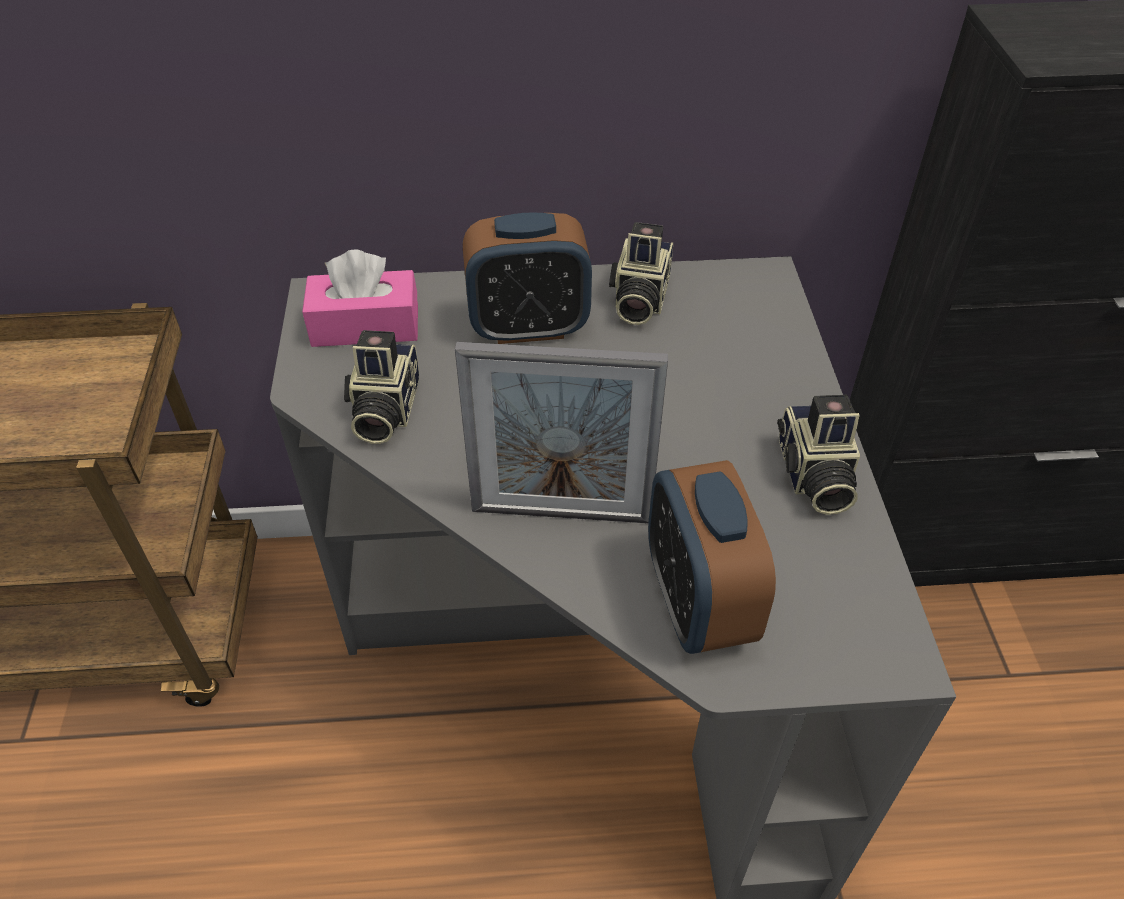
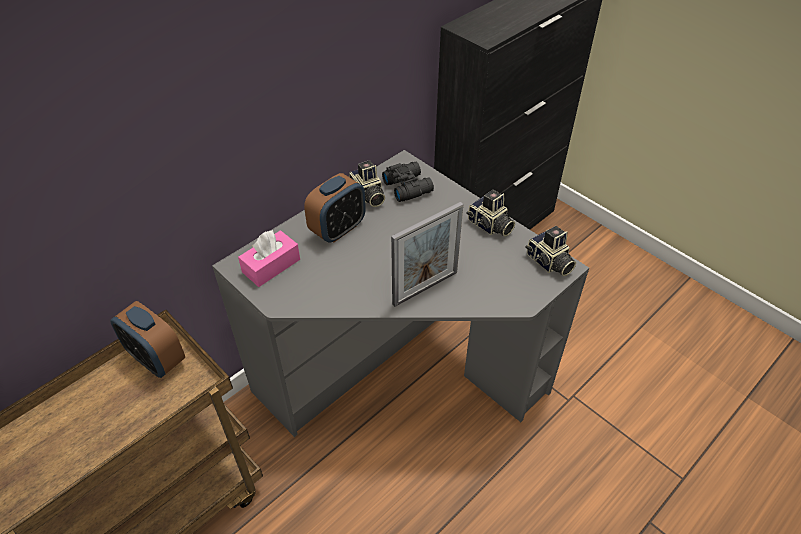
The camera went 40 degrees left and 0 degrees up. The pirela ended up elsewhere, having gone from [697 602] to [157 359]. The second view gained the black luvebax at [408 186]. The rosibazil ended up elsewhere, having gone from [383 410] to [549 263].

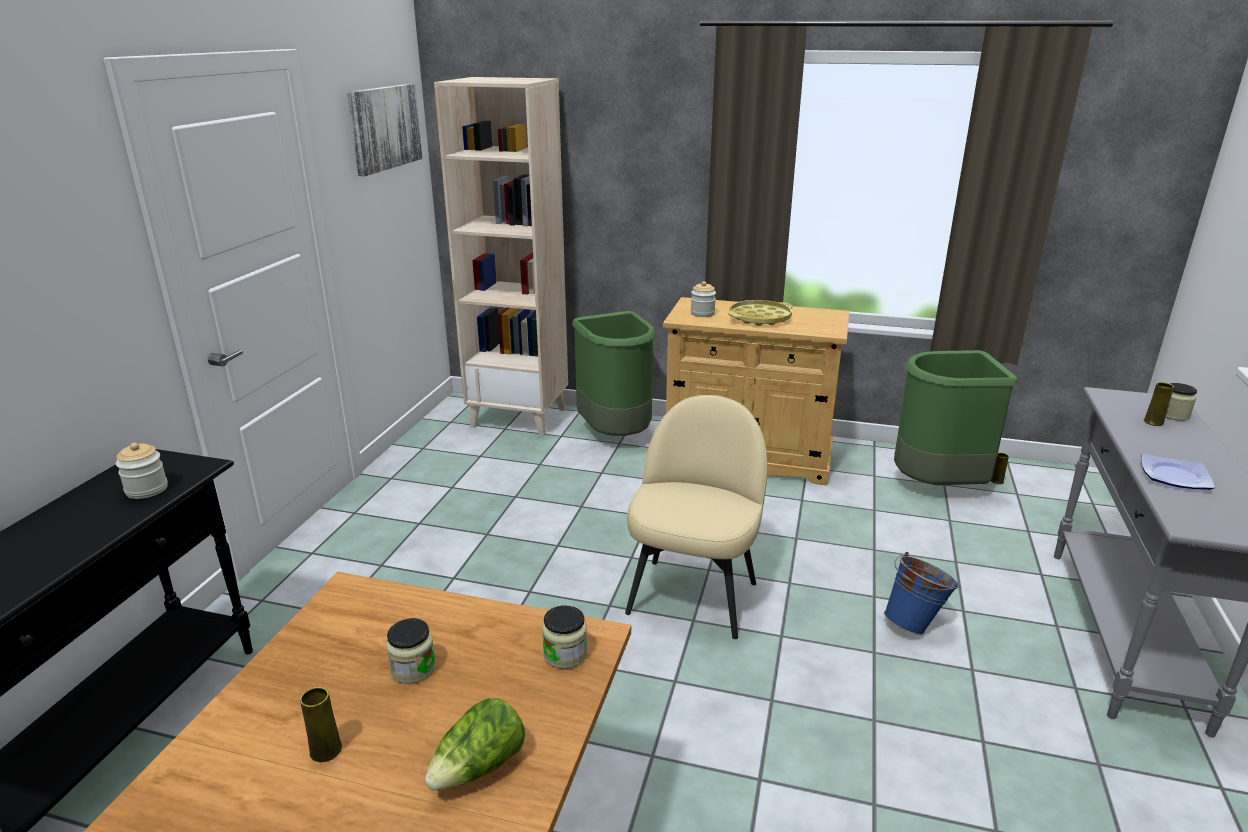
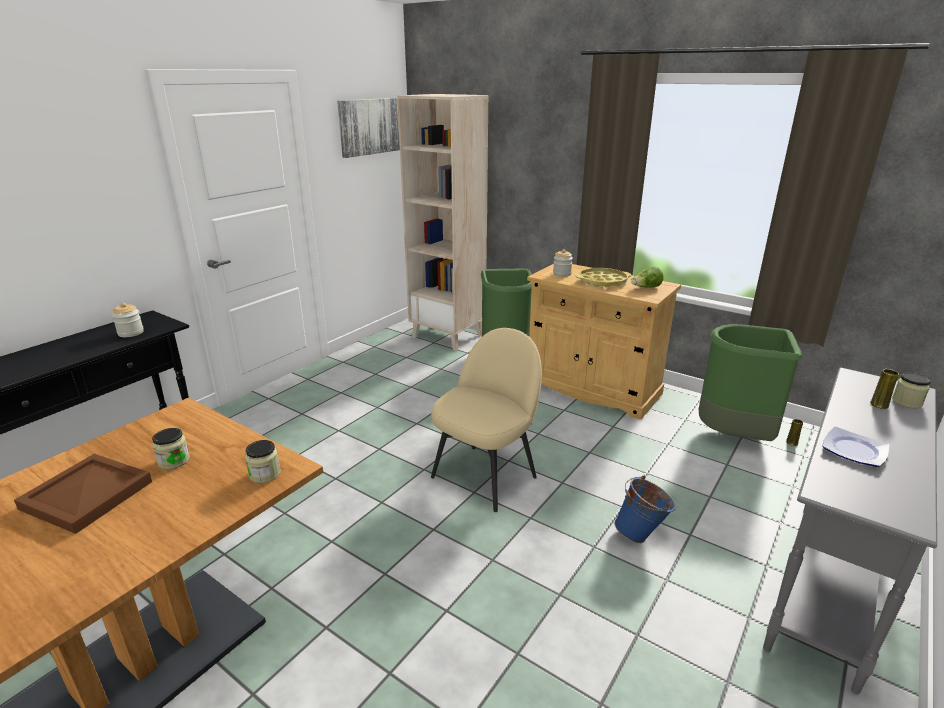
The camera went 20 degrees right and 0 degrees up. Where the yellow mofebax stood at [326 750], the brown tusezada came to stand at [87 494]. The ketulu ended up elsewhere, having gone from [479 767] to [646 288].

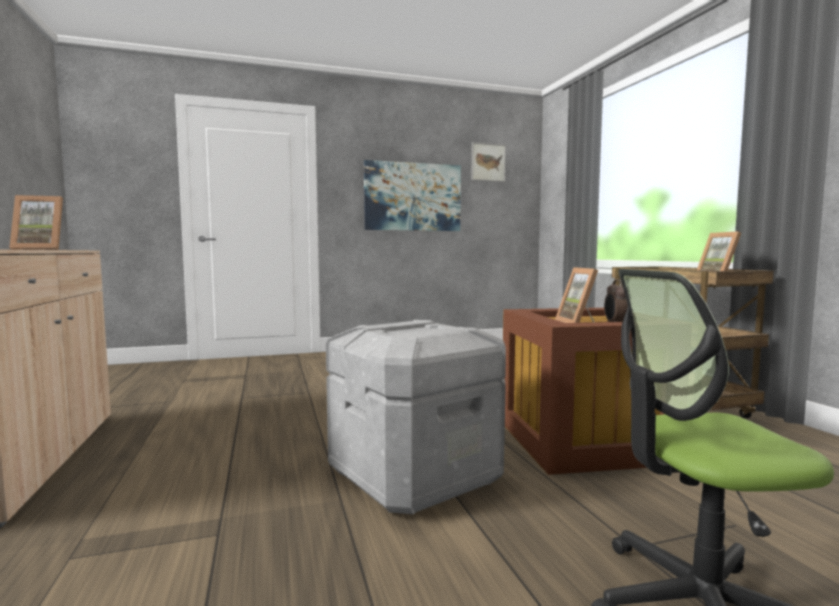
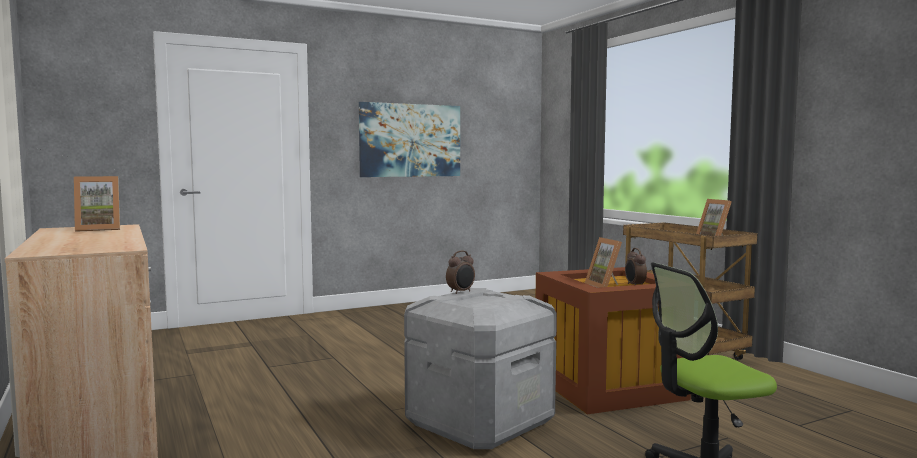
The camera went 10 degrees left and 0 degrees up. The second view gained the pirela at [461 292]. The second view lost the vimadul at [488 162].

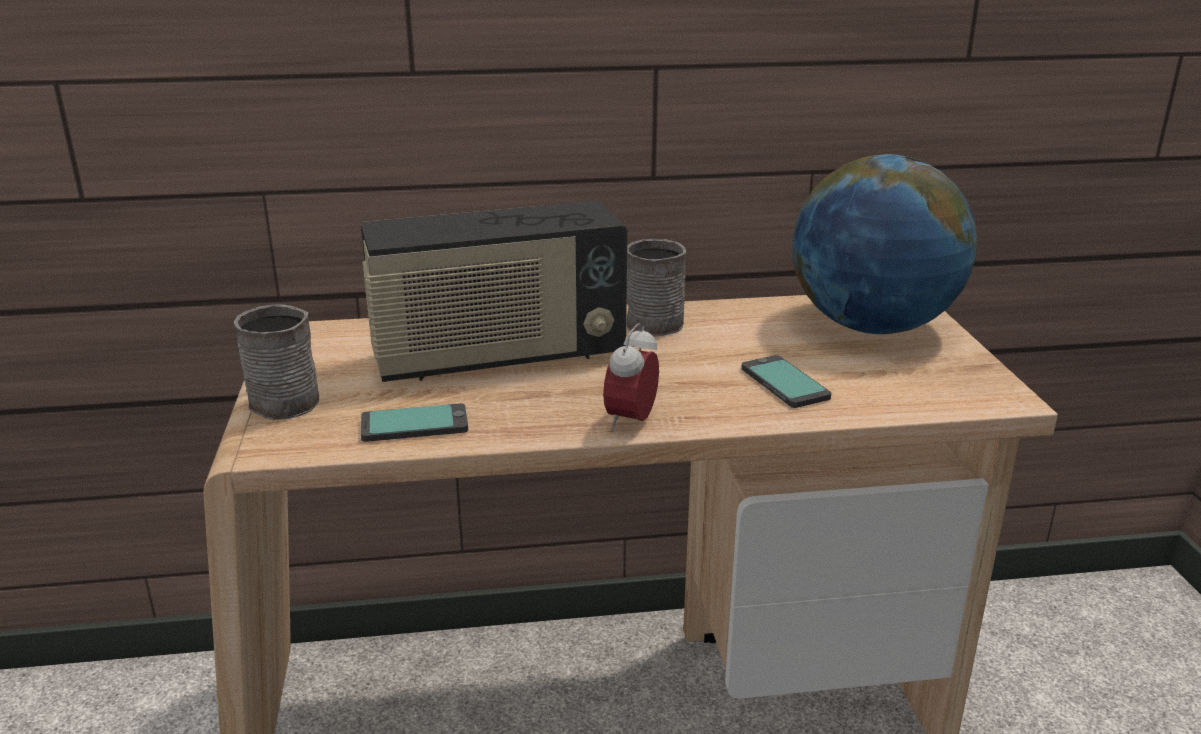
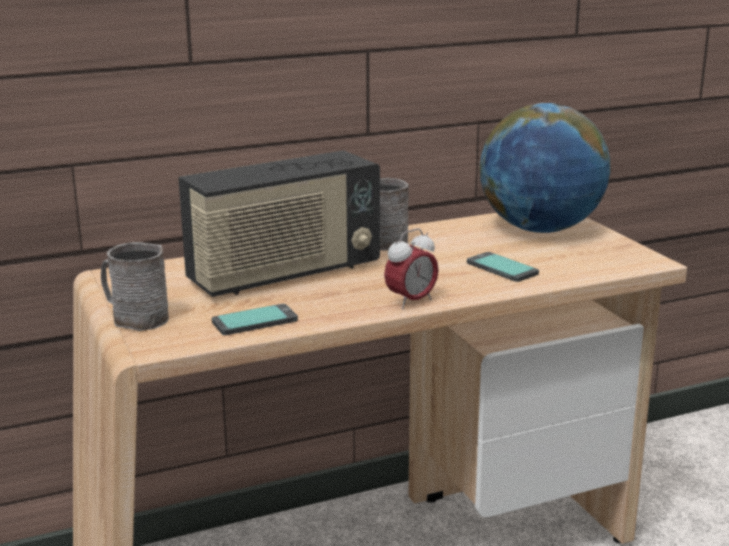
The camera went 15 degrees left and 5 degrees down. The pirela at [631 421] ended up facing another way, 135 degrees counterclockwise from before.

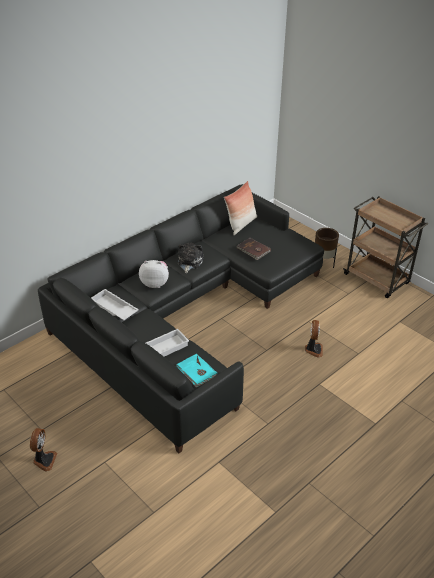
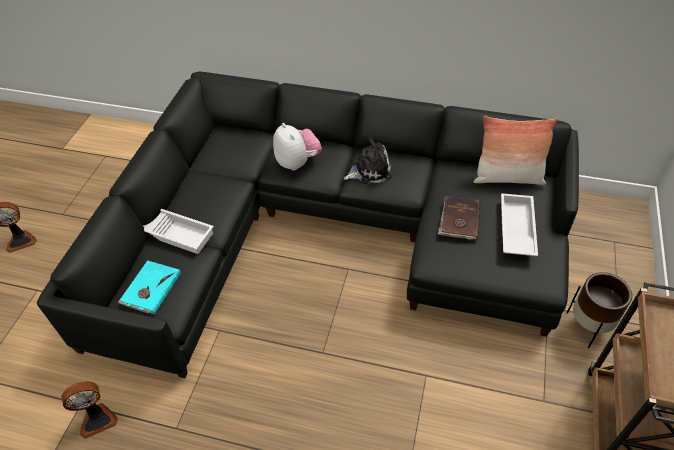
The camera went 60 degrees right and 10 degrees up. The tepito ended up elsewhere, having gone from [313 349] to [97 418]. The white tusezada ended up elsewhere, having gone from [113 309] to [515 229].

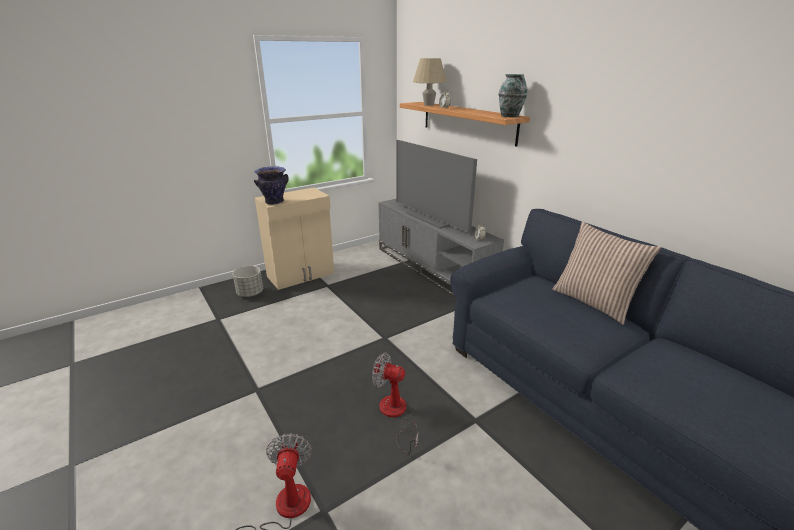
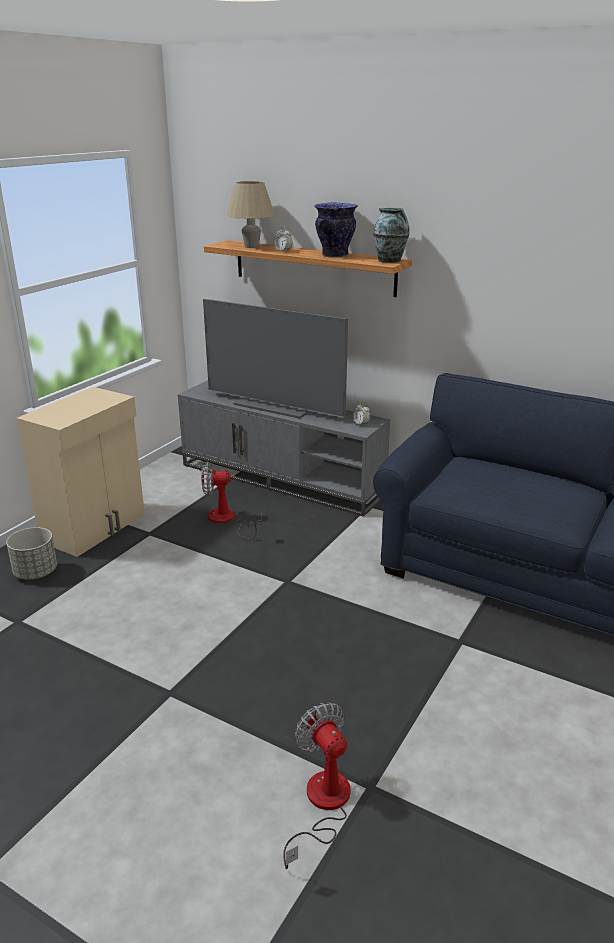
The camera went 25 degrees left and 0 degrees up. The tepito ended up elsewhere, having gone from [396 414] to [227 520]. The mofebax ended up elsewhere, having gone from [274 202] to [334 255]. The second view lost the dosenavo at [594 302].

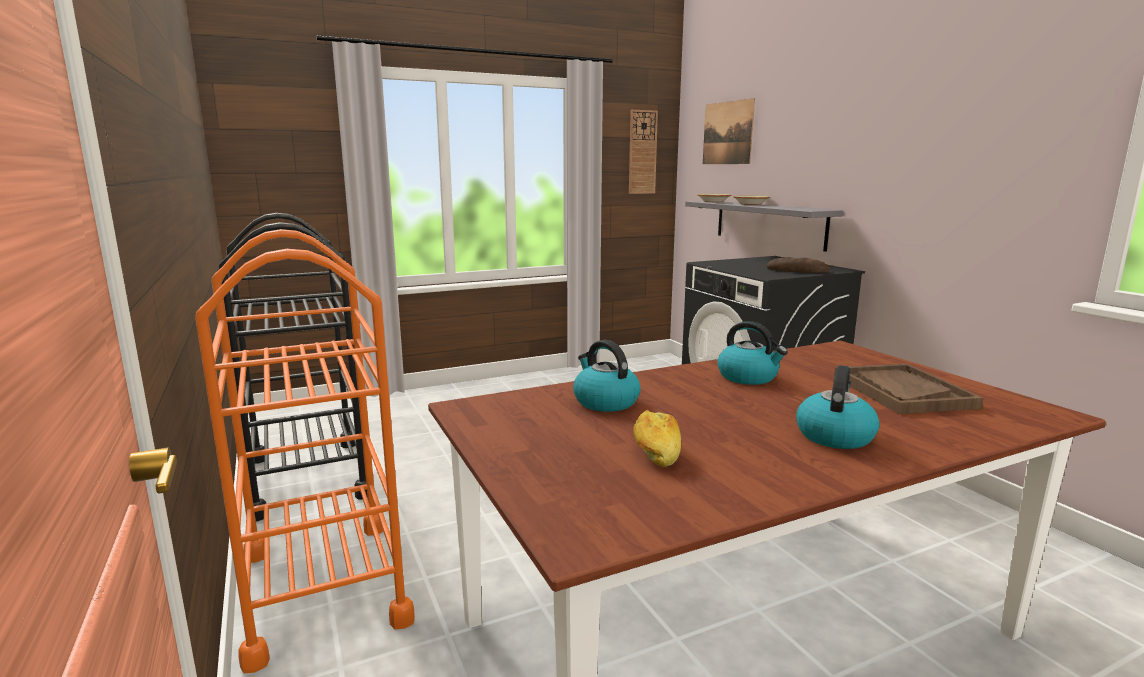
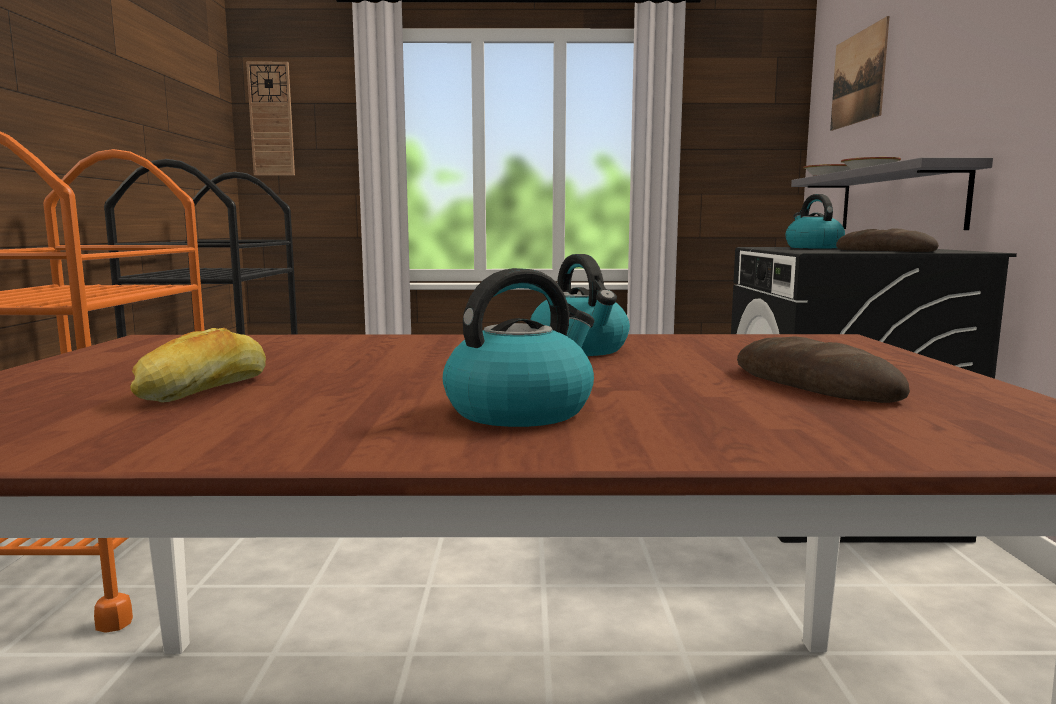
The camera went 25 degrees right and 5 degrees down. The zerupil ended up elsewhere, having gone from [642 152] to [271 119]. Where the brown tusezada stood at [901 391], the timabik came to stand at [813 384]. The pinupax ended up elsewhere, having gone from [605 401] to [812 247].

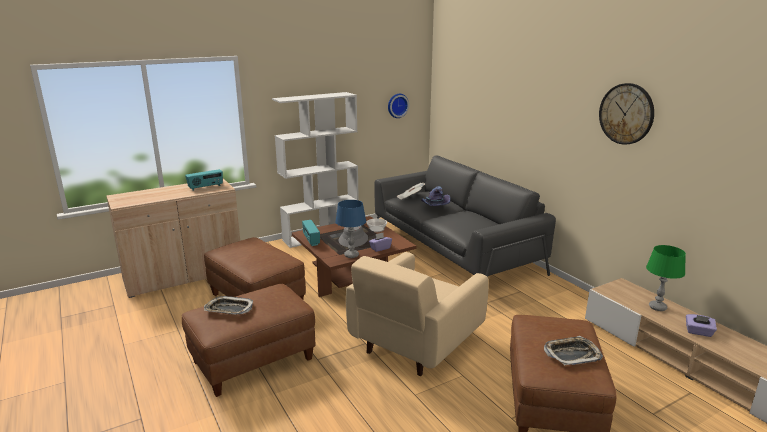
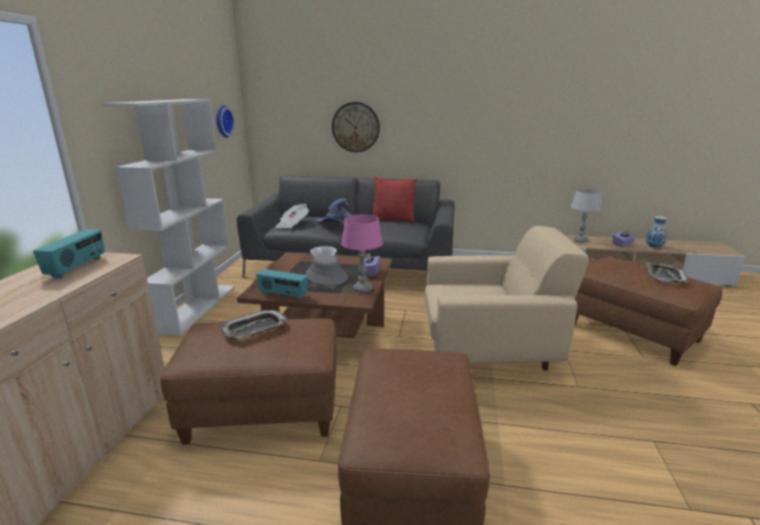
The camera went 50 degrees left and 0 degrees up. The tusezada ended up elsewhere, having gone from [229 309] to [254 329]. The zerupil ended up elsewhere, having gone from [626 114] to [355 127]. What was the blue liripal at [351 255] turned into the pink liripal at [362 289]. The second view gained the red dosenavo at [393 220]. The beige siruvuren at [415 343] ended up facing another way, 75 degrees counterclockwise from before. What was the green liripal at [657 307] turned into the grey liripal at [580 240]. The second view gained the mofebax at [654 247].

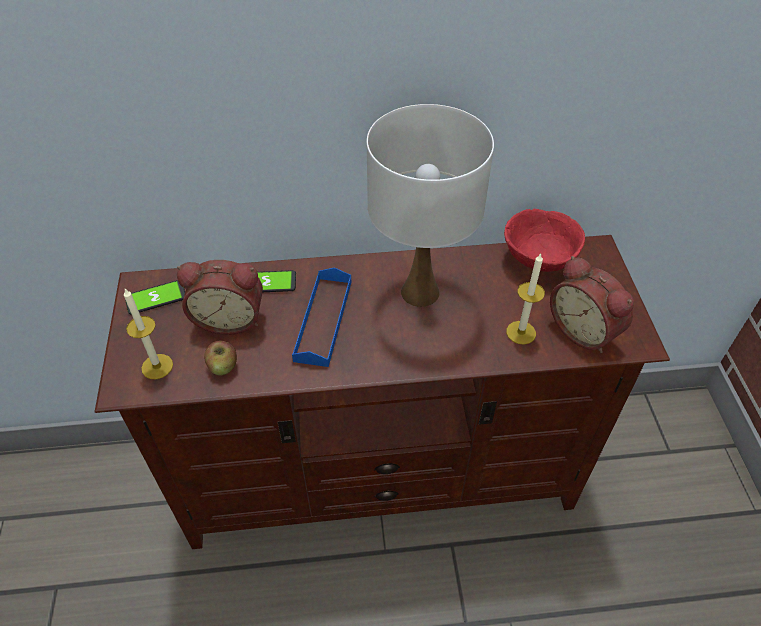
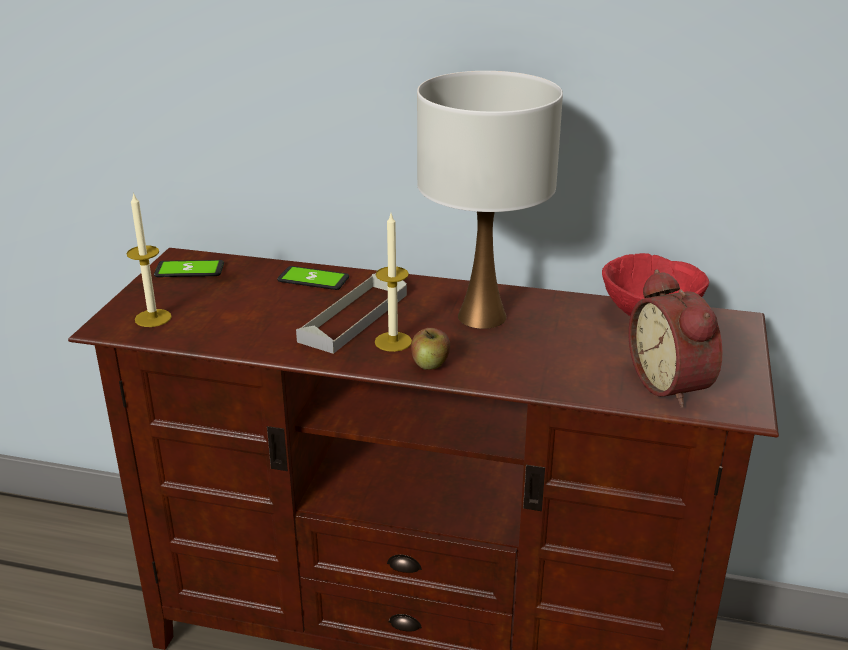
The camera went 20 degrees right and 20 degrees down. What was the blue tusezada at [323 320] turned into the grey tusezada at [354 317]. The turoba ended up elsewhere, having gone from [521 332] to [393 341]. The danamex ended up elsewhere, having gone from [223 366] to [430 364]. The second view lost the pirela at [230 318].

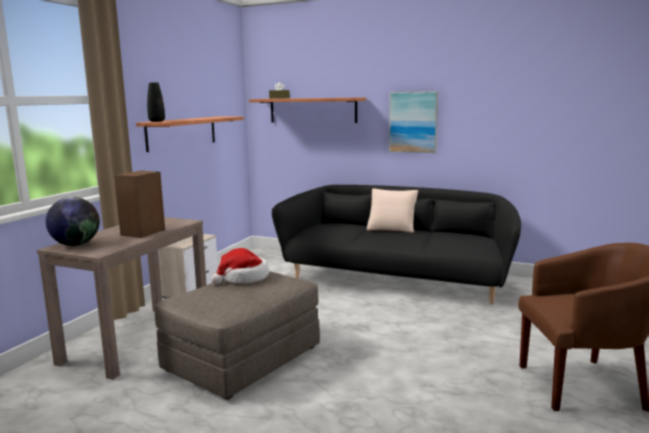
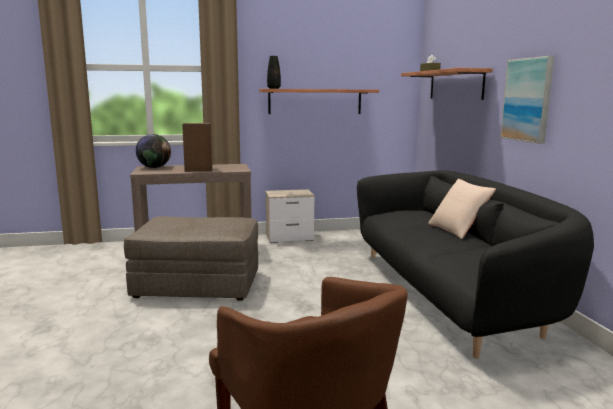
The camera went 55 degrees right and 0 degrees up. The second view lost the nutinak at [243 278].

